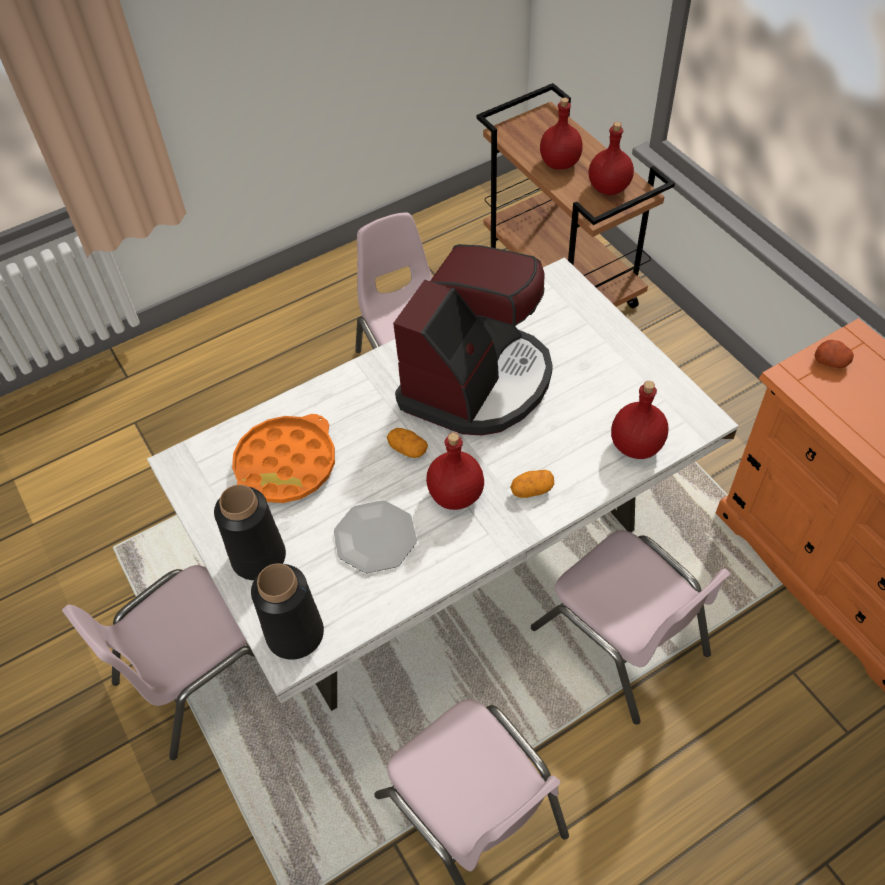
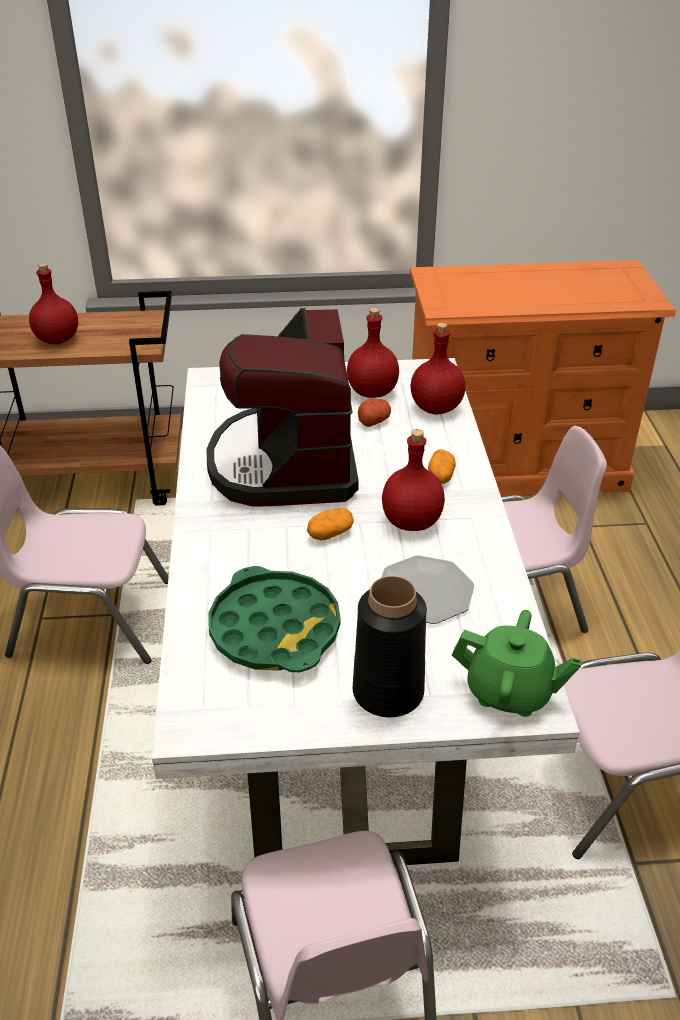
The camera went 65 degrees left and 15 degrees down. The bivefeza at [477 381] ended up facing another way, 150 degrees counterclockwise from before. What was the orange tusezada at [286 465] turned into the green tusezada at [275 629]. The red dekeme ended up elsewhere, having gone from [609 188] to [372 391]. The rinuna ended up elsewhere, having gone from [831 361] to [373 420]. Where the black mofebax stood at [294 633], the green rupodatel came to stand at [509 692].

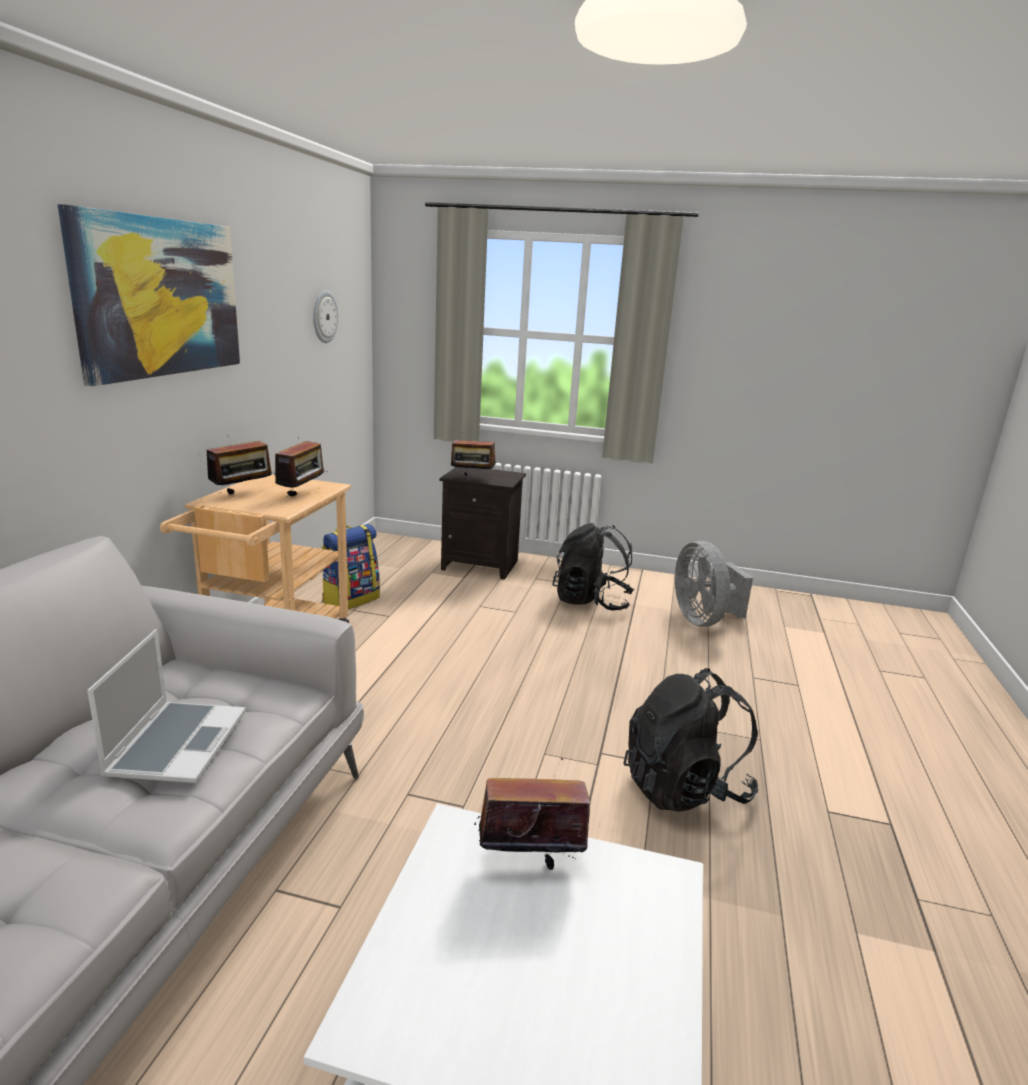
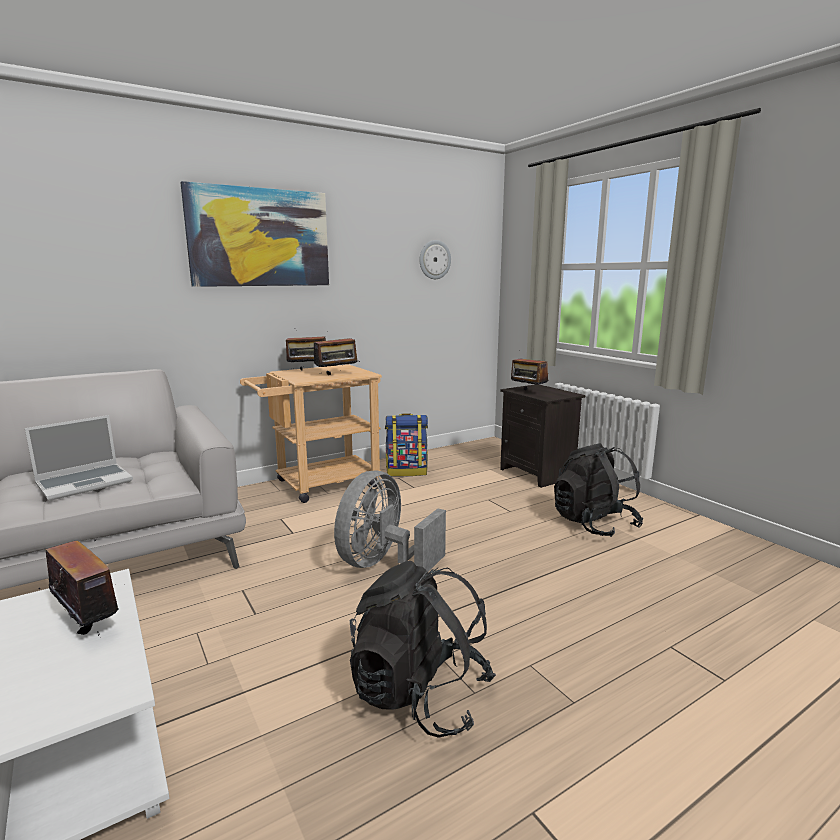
The camera went 45 degrees right and 5 degrees down. The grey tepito ended up elsewhere, having gone from [703 620] to [383 563].

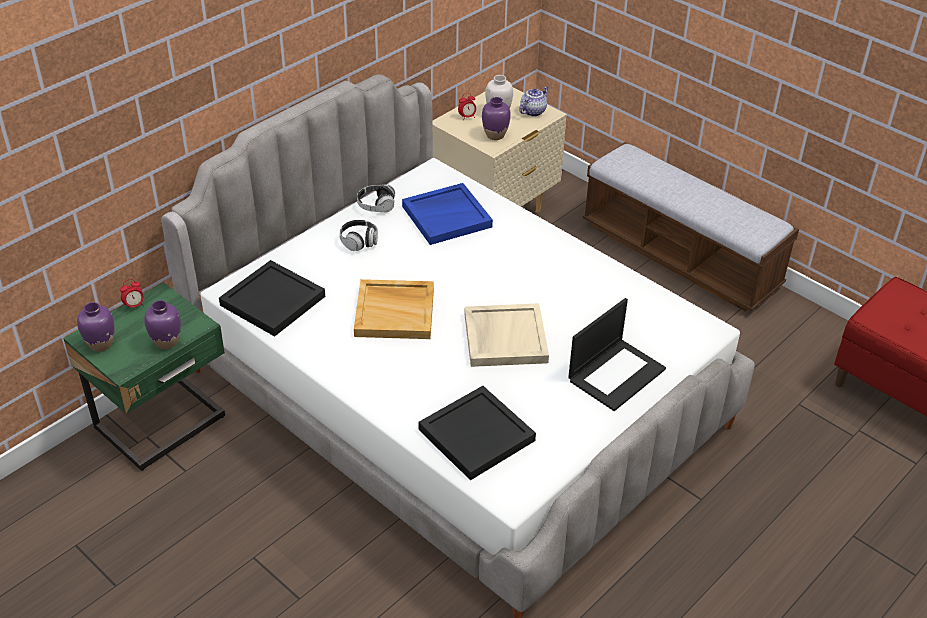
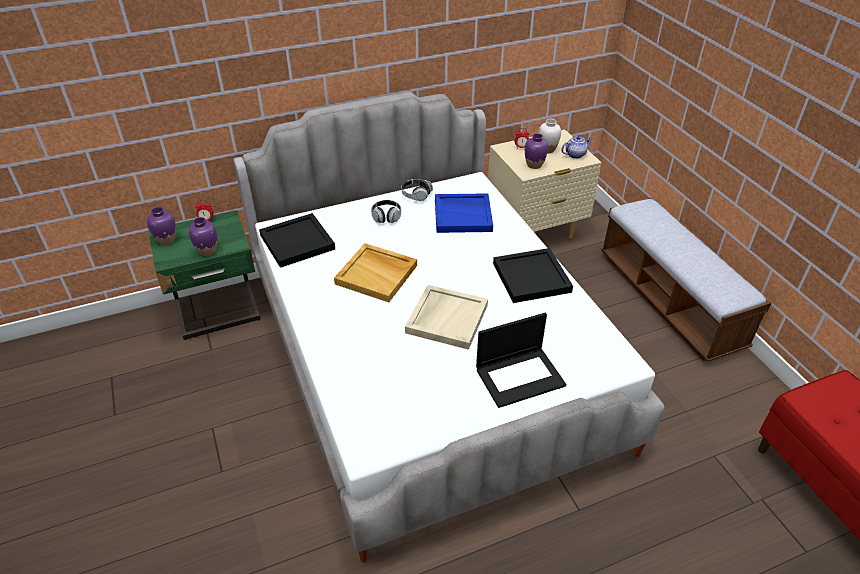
The camera went 25 degrees right and 0 degrees up. The black tusezada ended up elsewhere, having gone from [476 434] to [532 277].

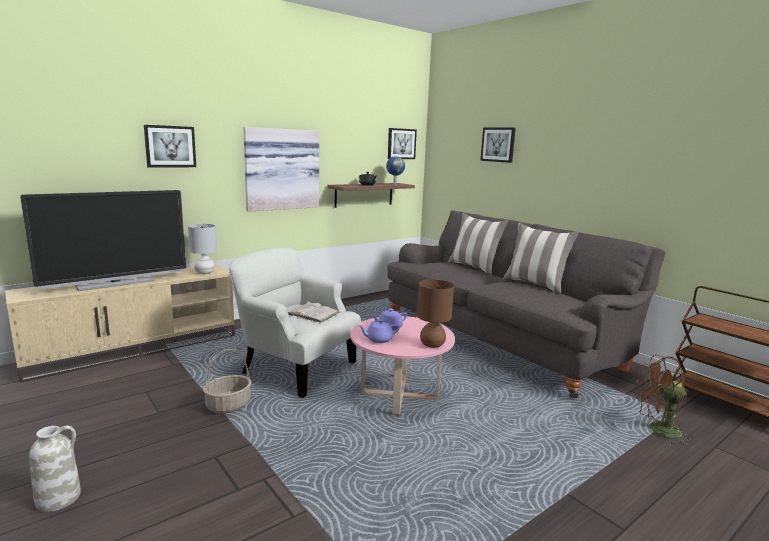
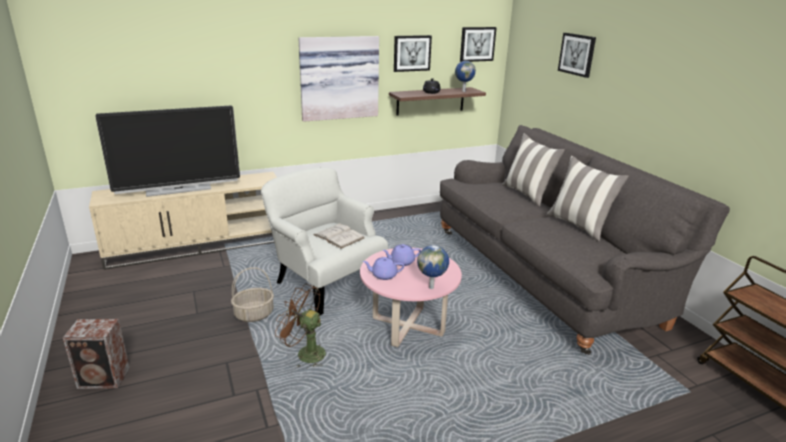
The camera went 15 degrees right and 10 degrees up. Where the white mofebax stood at [59 498], the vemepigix came to stand at [105 378]. The brown tepito ended up elsewhere, having gone from [658 431] to [305 353]. The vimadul ended up elsewhere, having gone from [170 146] to [412 53]. Where the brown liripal stood at [432 344], the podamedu came to stand at [432 287]. The second view lost the grey liripal at [204 272].

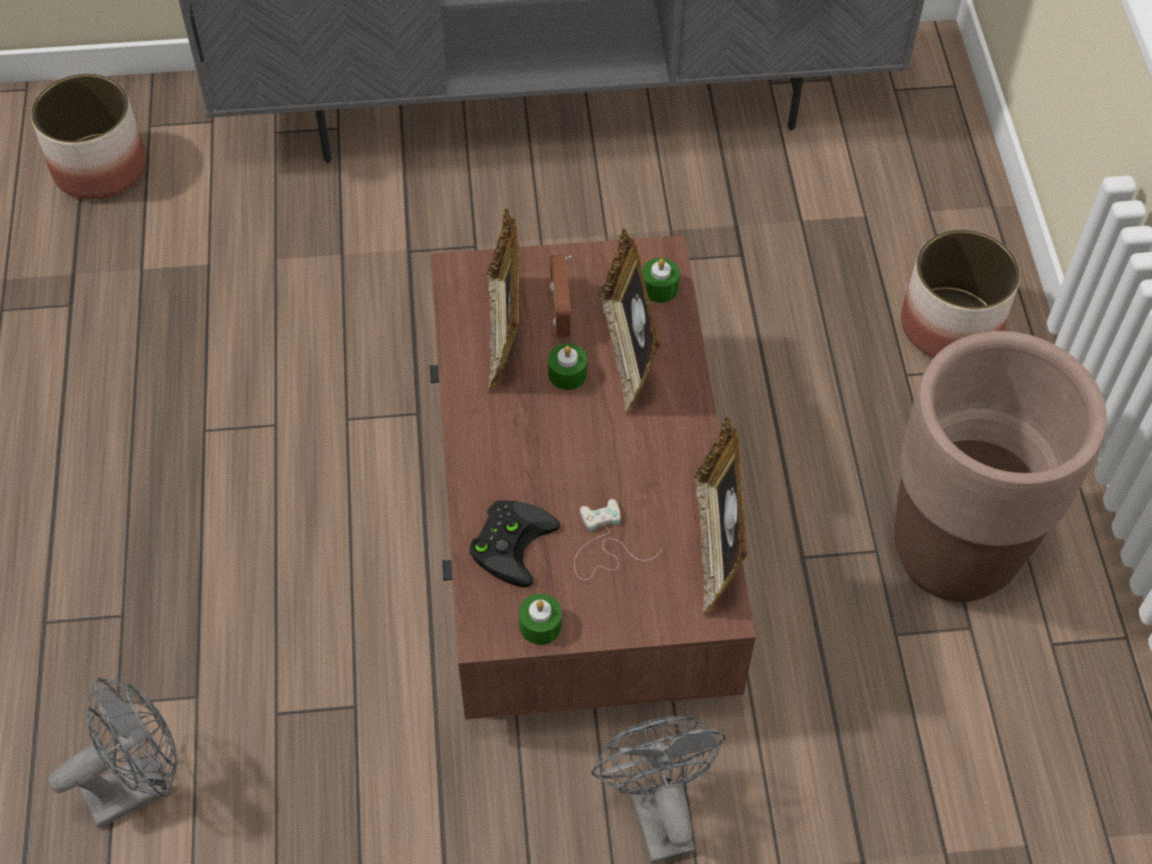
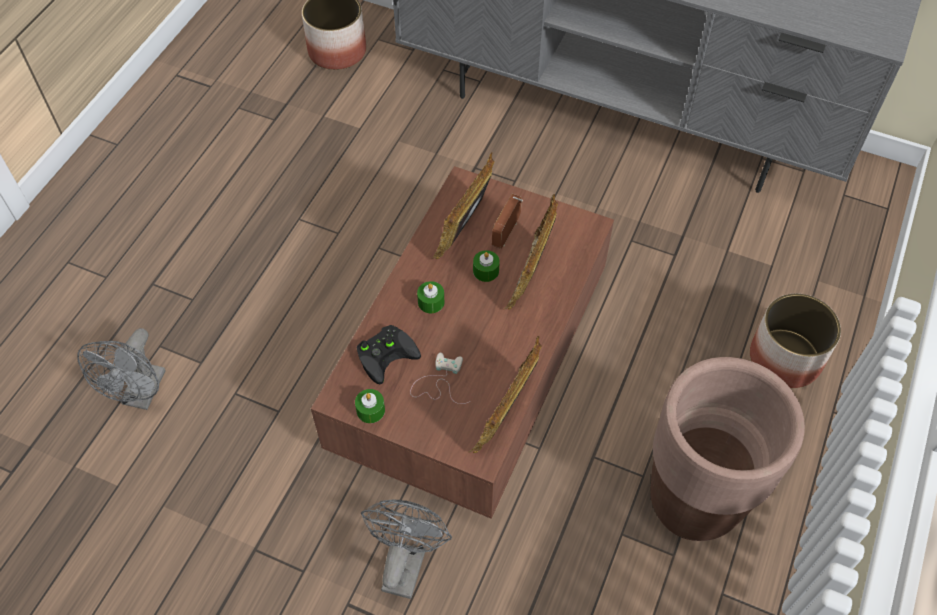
The camera went 30 degrees right and 0 degrees up. The grey tepito at [139 784] ended up facing another way, 105 degrees clockwise from before. The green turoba ended up elsewhere, having gone from [659 288] to [431 302].

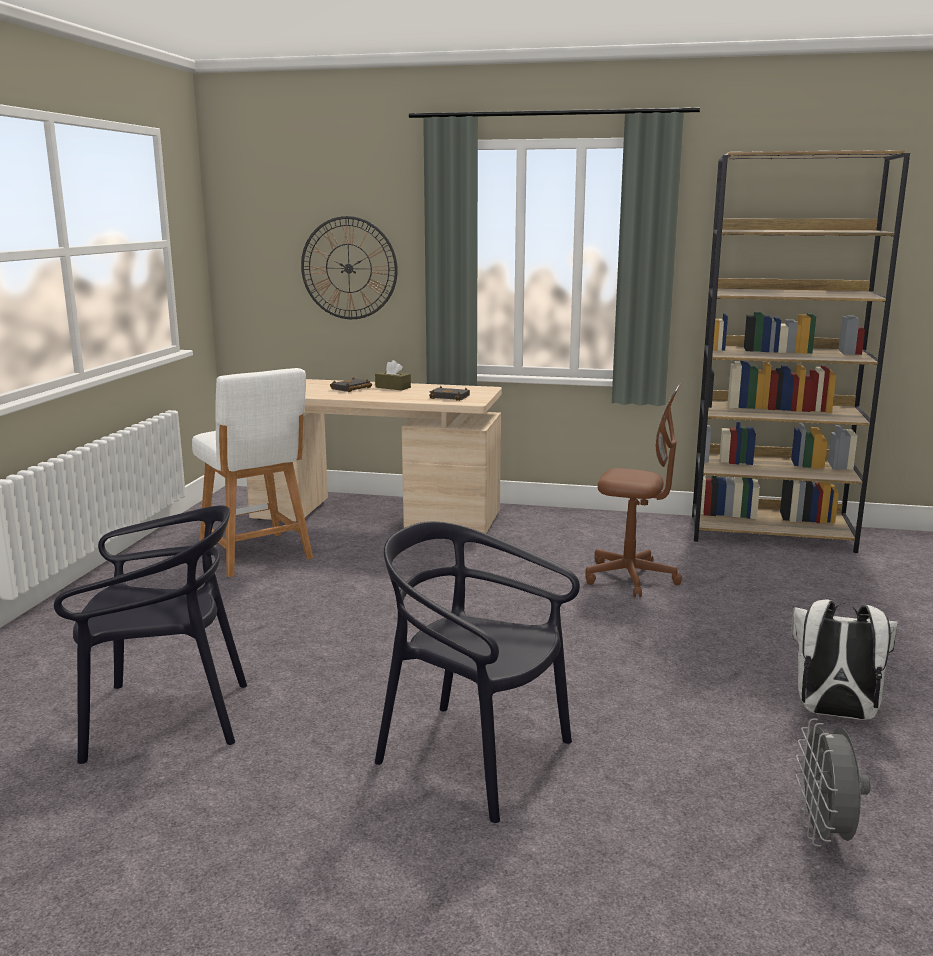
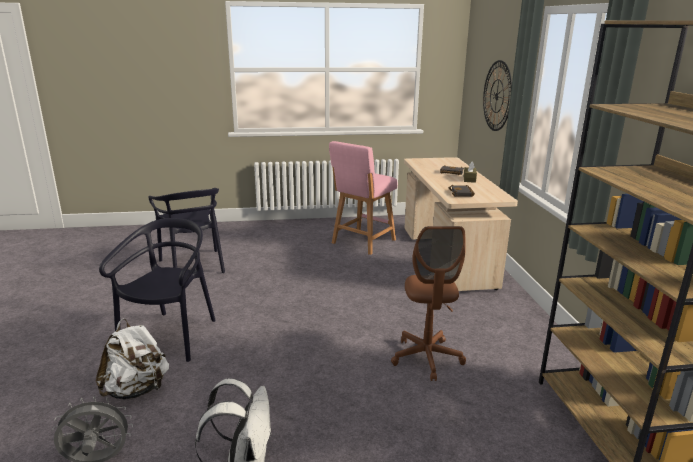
The camera went 70 degrees right and 5 degrees up. The second view gained the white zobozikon at [137 390]. What was the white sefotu at [257 556] turned into the pink sefotu at [362 242].

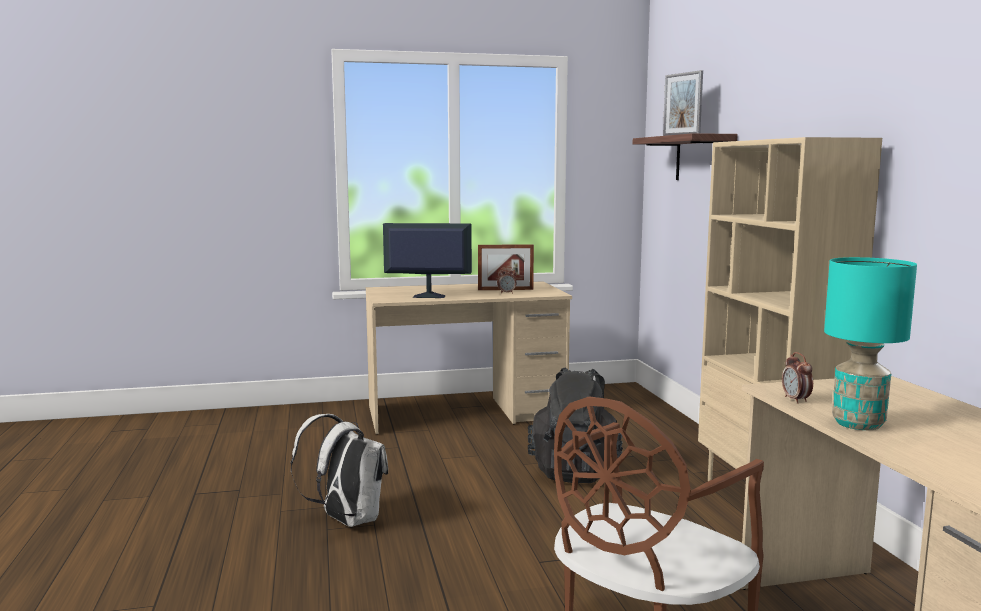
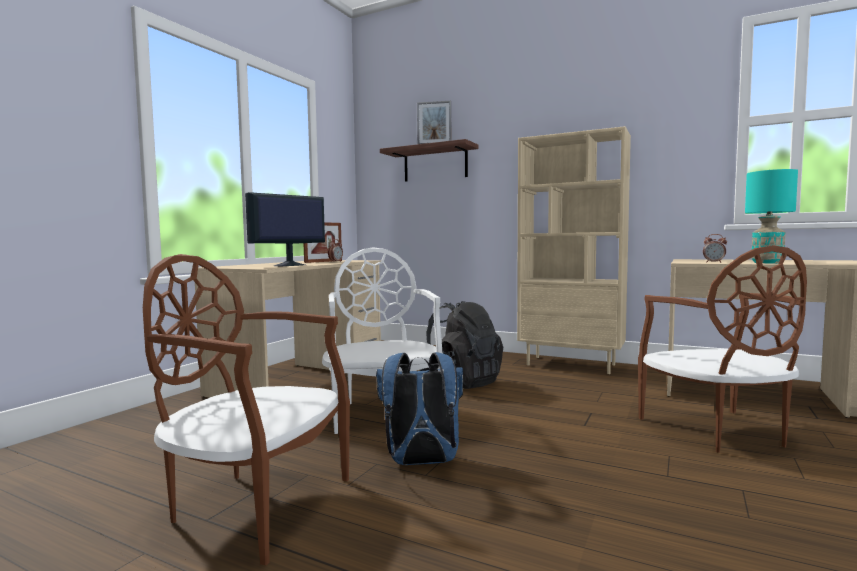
The camera went 50 degrees left and 5 degrees down. The second view gained the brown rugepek at [255 505]. The second view gained the white rugepek at [383 413]. What was the white zobozikon at [346 520] turned into the blue zobozikon at [421 463].

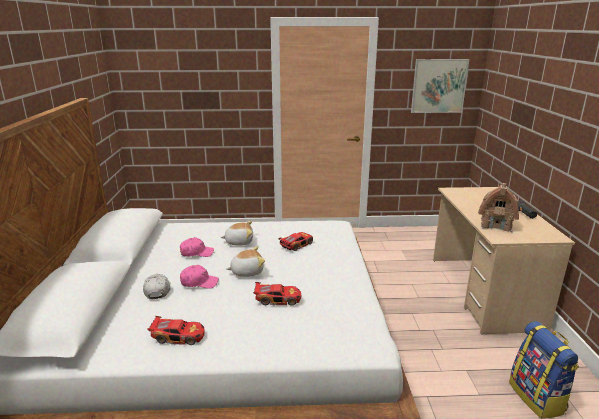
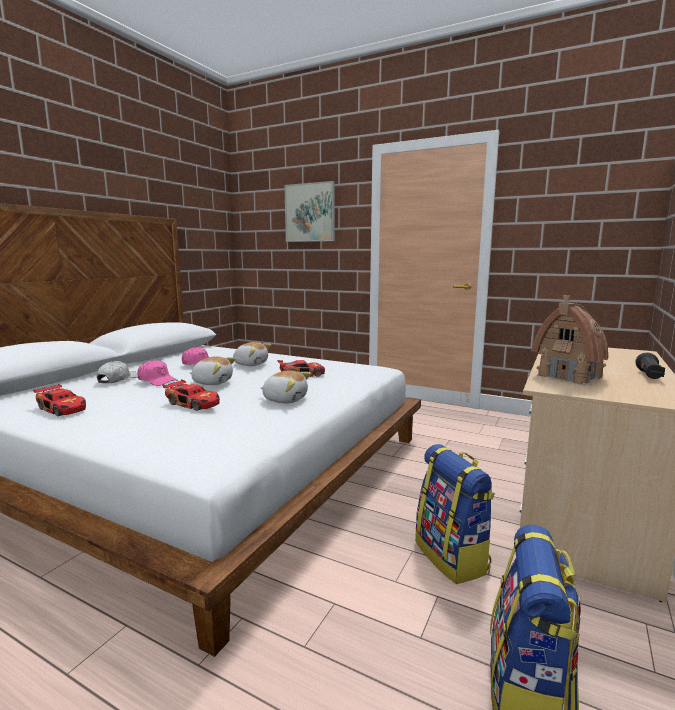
The camera went 30 degrees right and 10 degrees down. The second view gained the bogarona at [285 399]. The vimadul ended up elsewhere, having gone from [439 86] to [310 212]. The second view gained the zobozikon at [452 557].

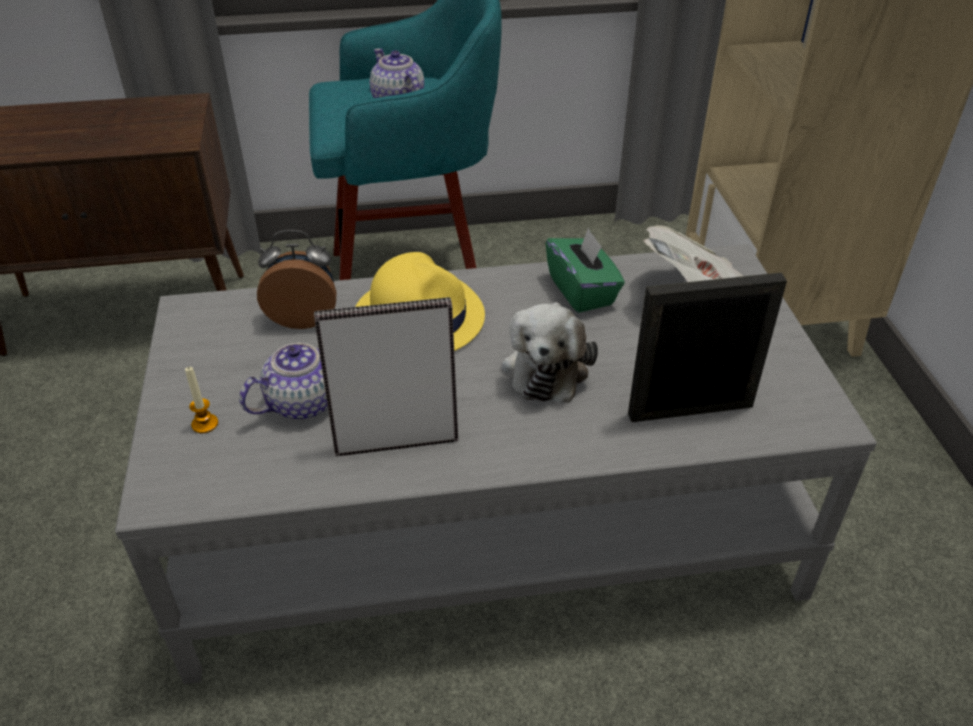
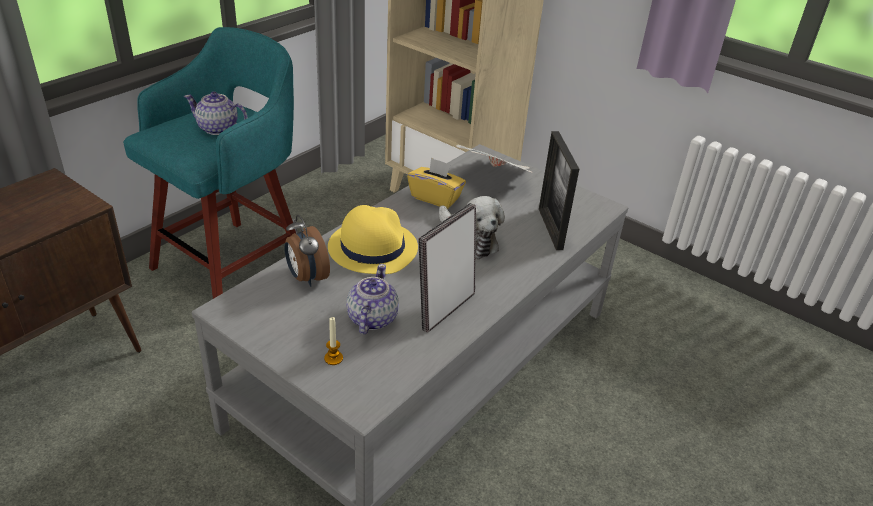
The camera went 45 degrees left and 5 degrees down. The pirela at [303 317] ended up facing another way, 75 degrees counterclockwise from before. What was the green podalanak at [582 291] turned into the yellow podalanak at [435 197]. The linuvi at [690 410] ended up facing another way, 45 degrees counterclockwise from before.

